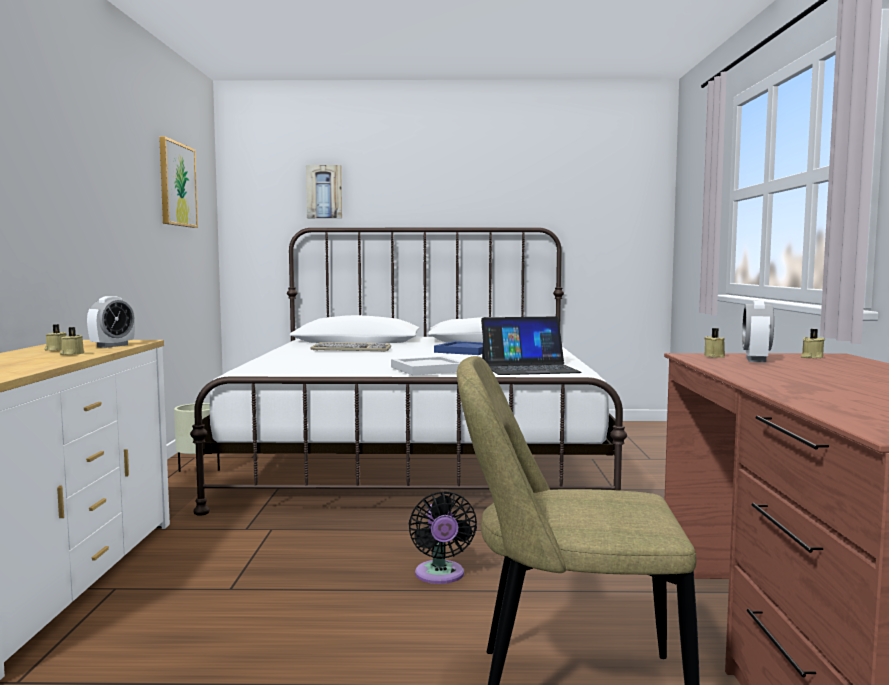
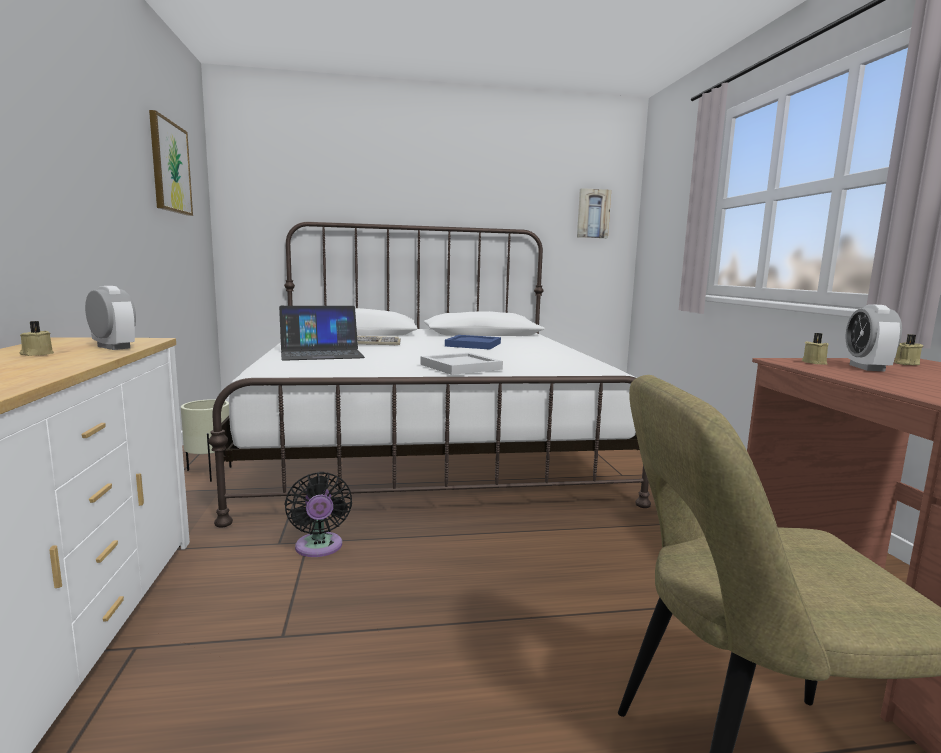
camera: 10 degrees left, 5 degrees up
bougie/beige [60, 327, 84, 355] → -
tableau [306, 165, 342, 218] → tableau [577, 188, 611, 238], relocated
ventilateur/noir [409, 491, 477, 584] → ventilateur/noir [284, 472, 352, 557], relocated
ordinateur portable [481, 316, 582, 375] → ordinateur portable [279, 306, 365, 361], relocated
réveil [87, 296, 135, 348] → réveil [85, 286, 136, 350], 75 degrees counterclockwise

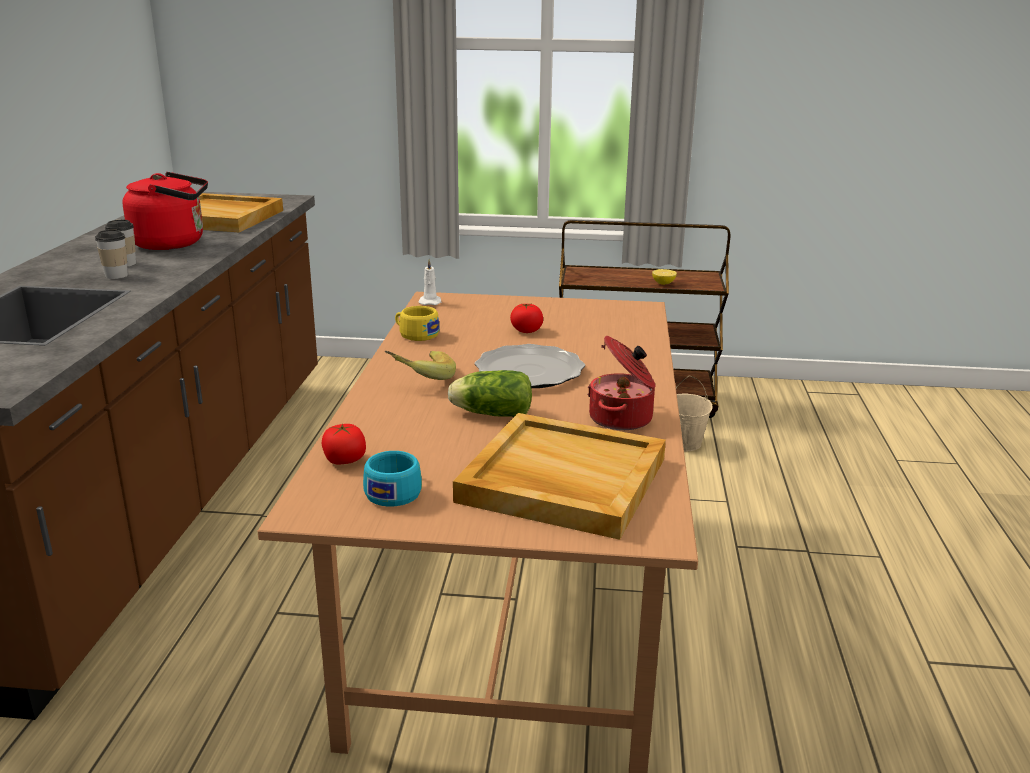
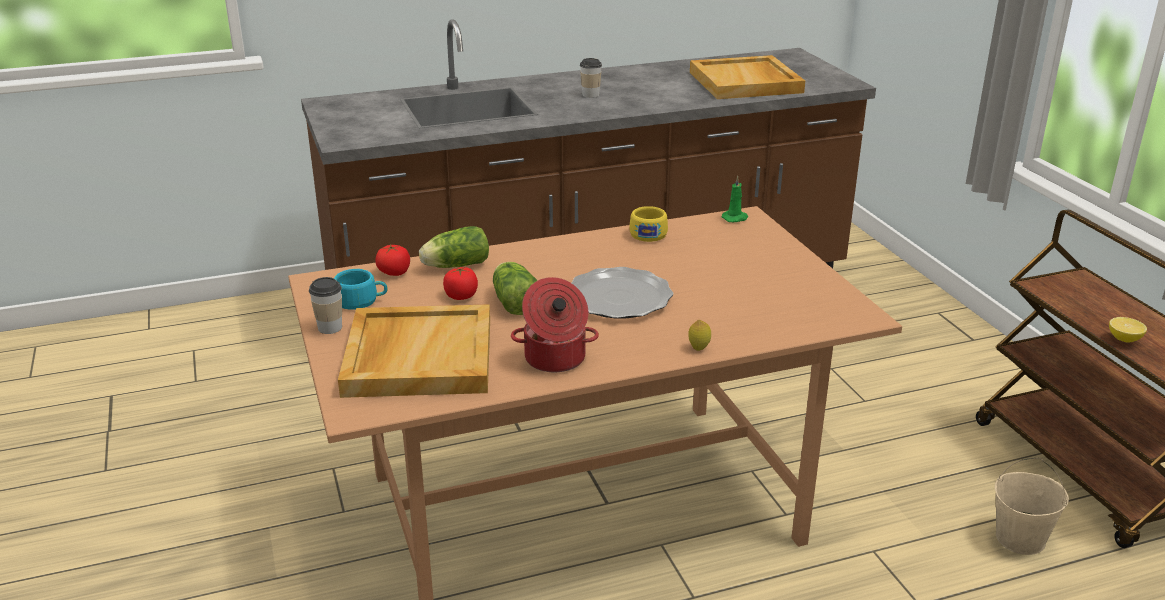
camera: 65 degrees right, 5 degrees up
bouilloire/rouge [123, 172, 208, 250] → -
banane [385, 351, 456, 380] → -
- → laitue [419, 226, 489, 268]
- → citron [688, 320, 711, 351]
tasse [95, 230, 128, 279] → tasse [309, 277, 342, 334], relocated
tomate [510, 303, 543, 333] → tomate [443, 267, 478, 300], relocated
bougie/blanc [419, 259, 441, 305] → bougie/vert [722, 176, 748, 222]

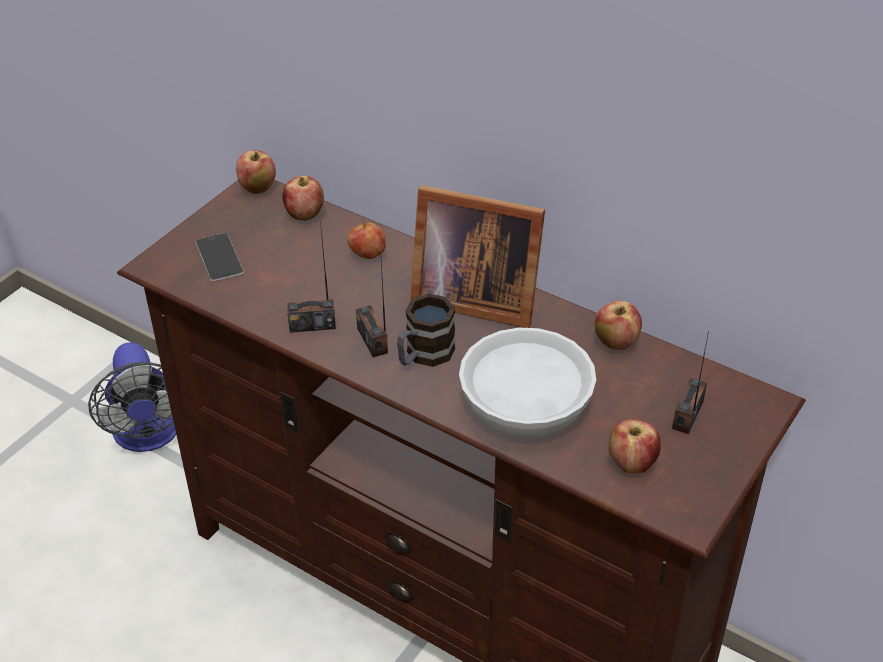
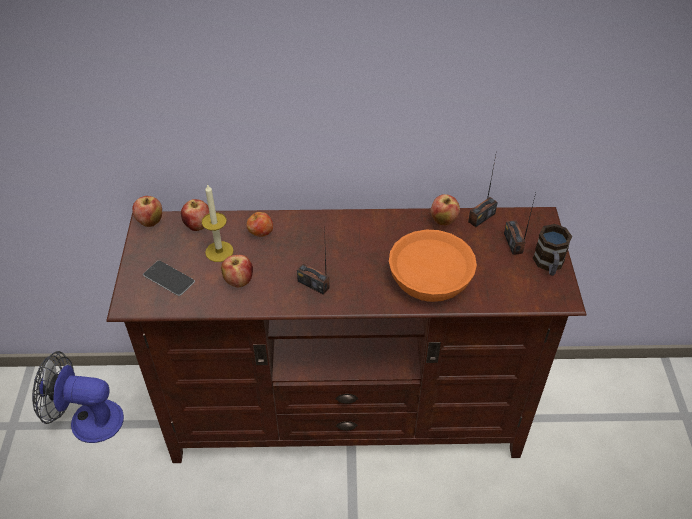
camera: 35 degrees left, 5 degrees up
cadre photo [410, 185, 545, 328] → -
- → bougie [202, 184, 234, 262]
radio [287, 222, 336, 333] → radio [468, 150, 498, 227], relocated
mug [397, 293, 455, 367] → mug [533, 224, 572, 276], relocated
pomme [609, 419, 661, 474] → pomme [221, 255, 253, 288], relocated
bol/blanc [459, 328, 596, 438] → bol/orange [389, 230, 477, 302]
ventilateur [88, 342, 176, 452] → ventilateur [32, 351, 124, 443], 150 degrees clockwise

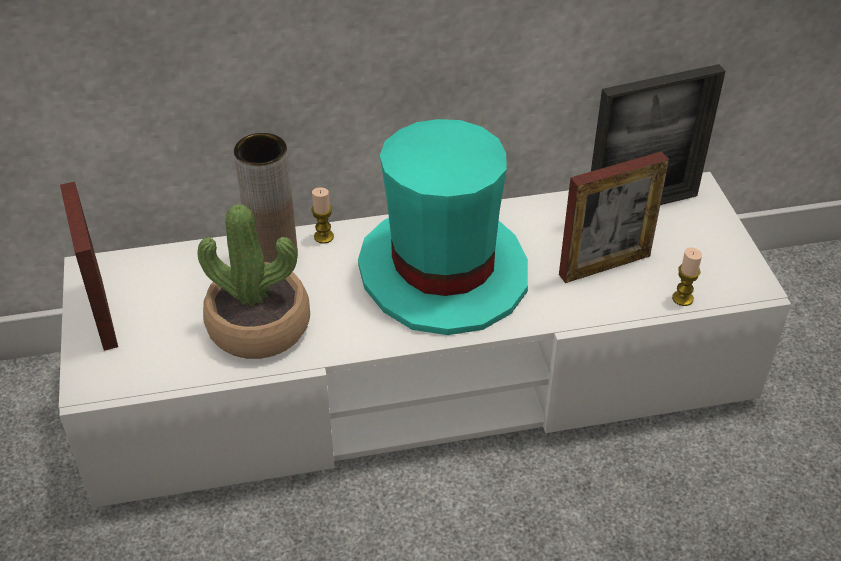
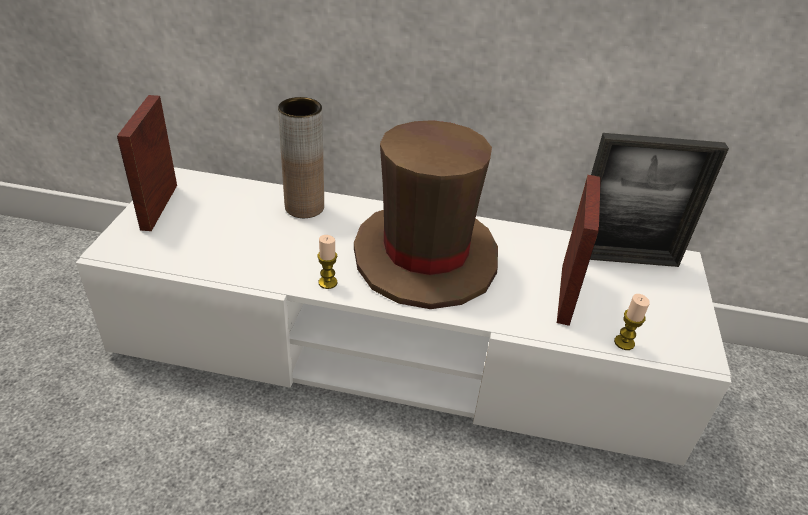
camera: 20 degrees right, 5 degrees down
plante en pot [197, 204, 310, 359] → -
bougie [311, 187, 334, 244] → bougie [317, 235, 337, 289], relocated
chapeau/turquoise [358, 119, 528, 335] → chapeau/marron [354, 120, 498, 309]
cadre photo [559, 151, 669, 283] → cadre photo [557, 175, 601, 326], 75 degrees counterclockwise

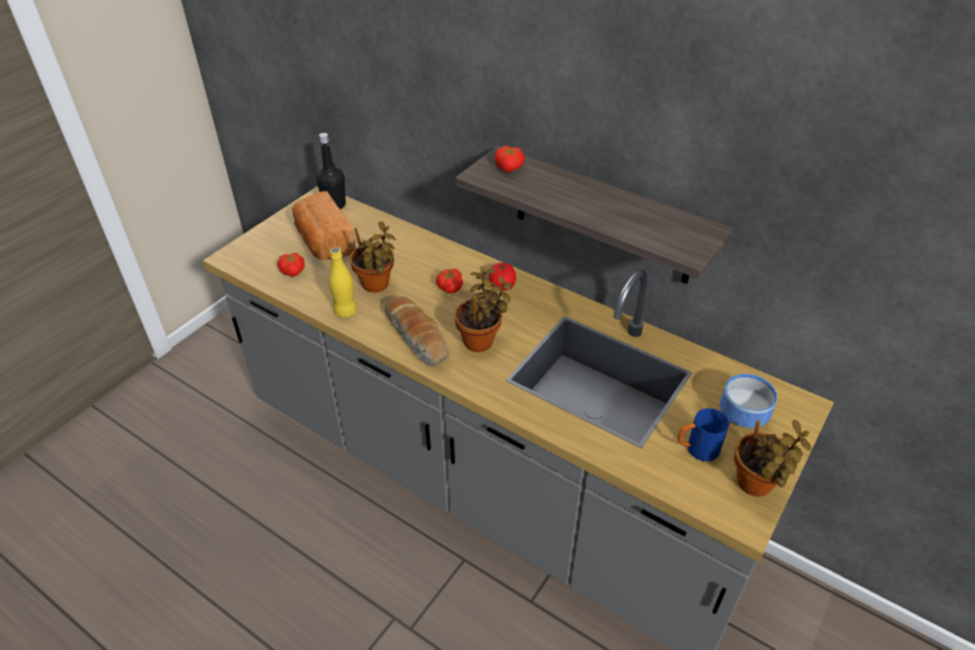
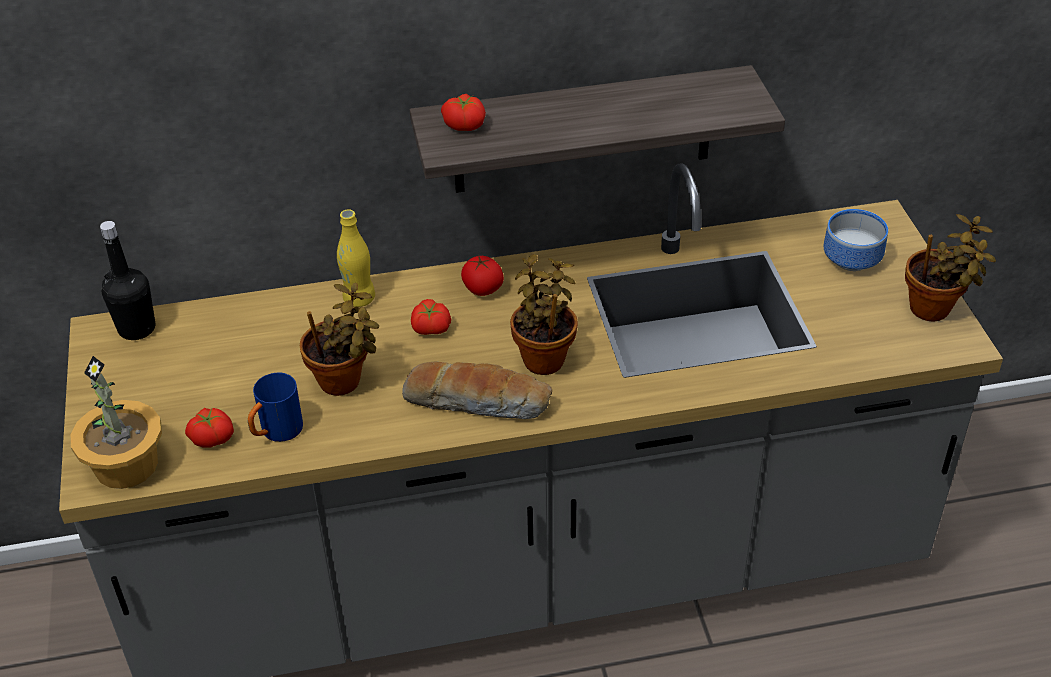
camera: 45 degrees left, 0 degrees up
pain [292, 191, 356, 260] → -
- → plante en pot [71, 356, 162, 489]
bouteille/jaune [329, 247, 357, 318] → bouteille/jaune [337, 209, 375, 307], relocated
mug/bleu [678, 408, 730, 462] → mug/bleu [248, 372, 303, 442], relocated

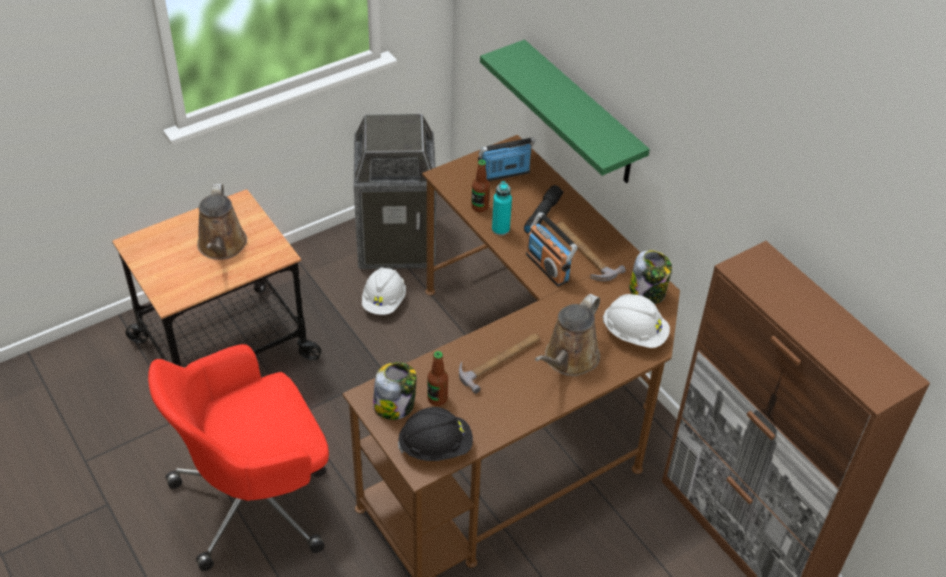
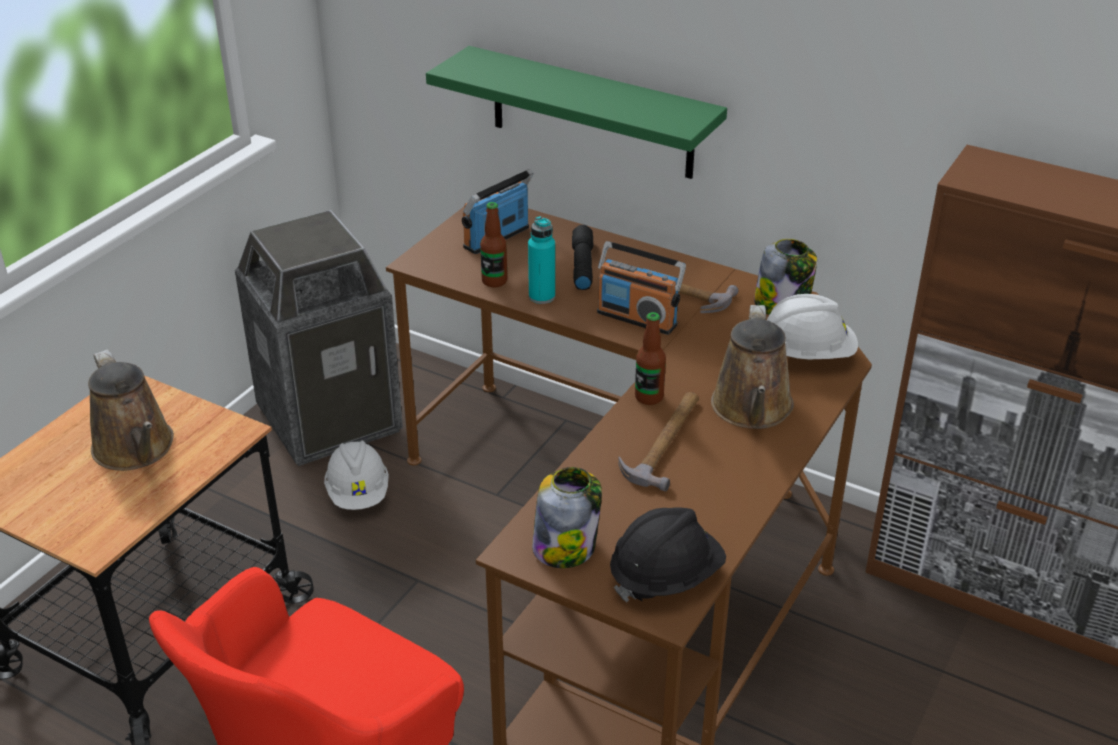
camera: 25 degrees left, 10 degrees down
bouteille [428, 351, 448, 406] → bouteille [635, 312, 666, 405], relocated

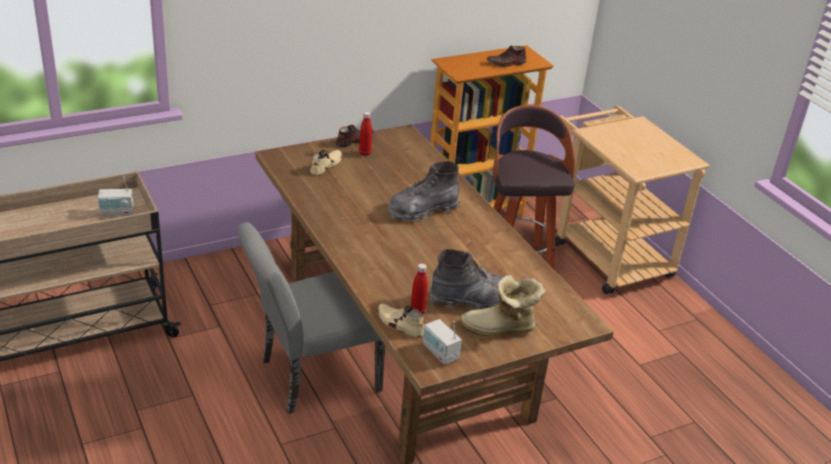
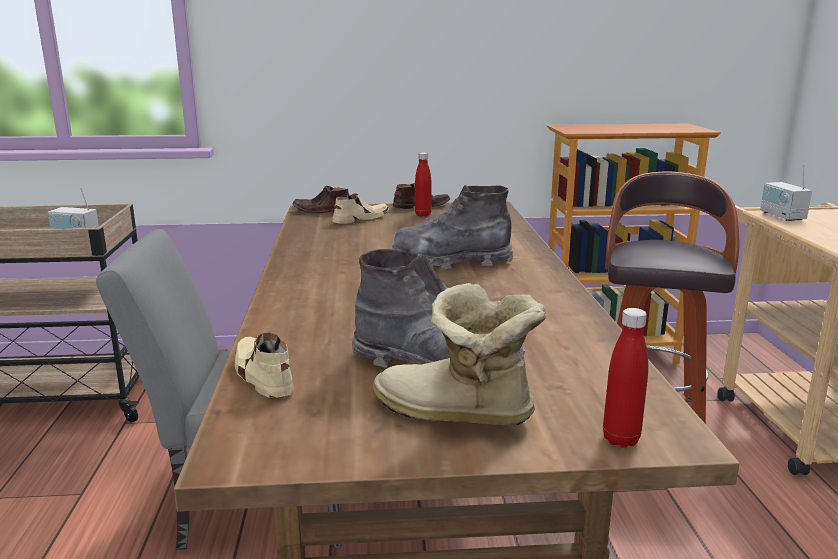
camera: 25 degrees right, 15 degrees down
bouteille/rouge [411, 263, 428, 314] → bouteille/rouge [603, 308, 648, 447], relocated
radio [423, 319, 462, 365] → radio [760, 165, 812, 221], relocated
chaussure/marron [486, 46, 526, 67] → chaussure/marron [292, 186, 350, 214], relocated

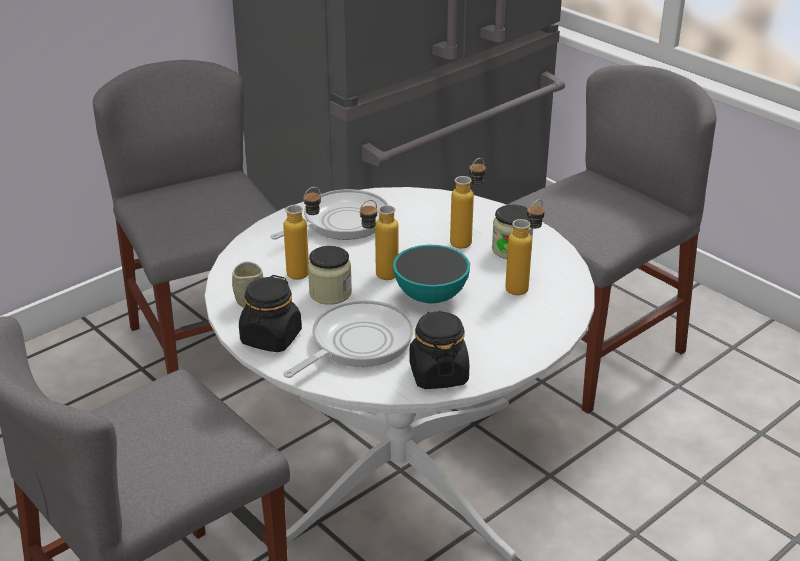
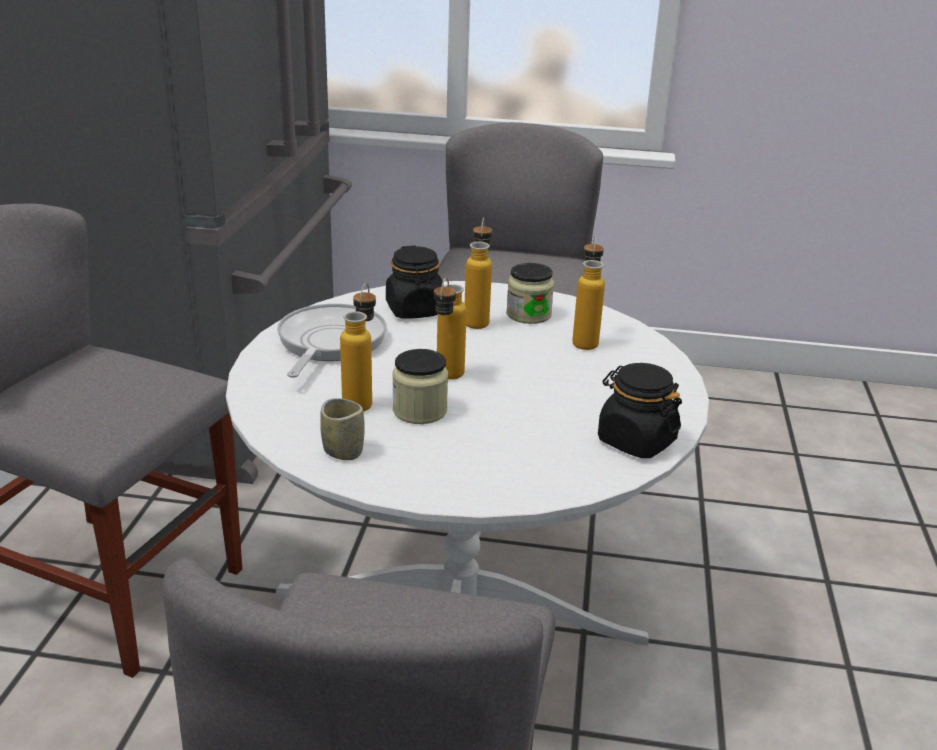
camera: 40 degrees left, 5 degrees down
poêle [283, 300, 414, 378] → -
bol [393, 245, 470, 303] → -
bocal/noir [239, 275, 302, 352] → bocal/noir [386, 246, 444, 319], relocated

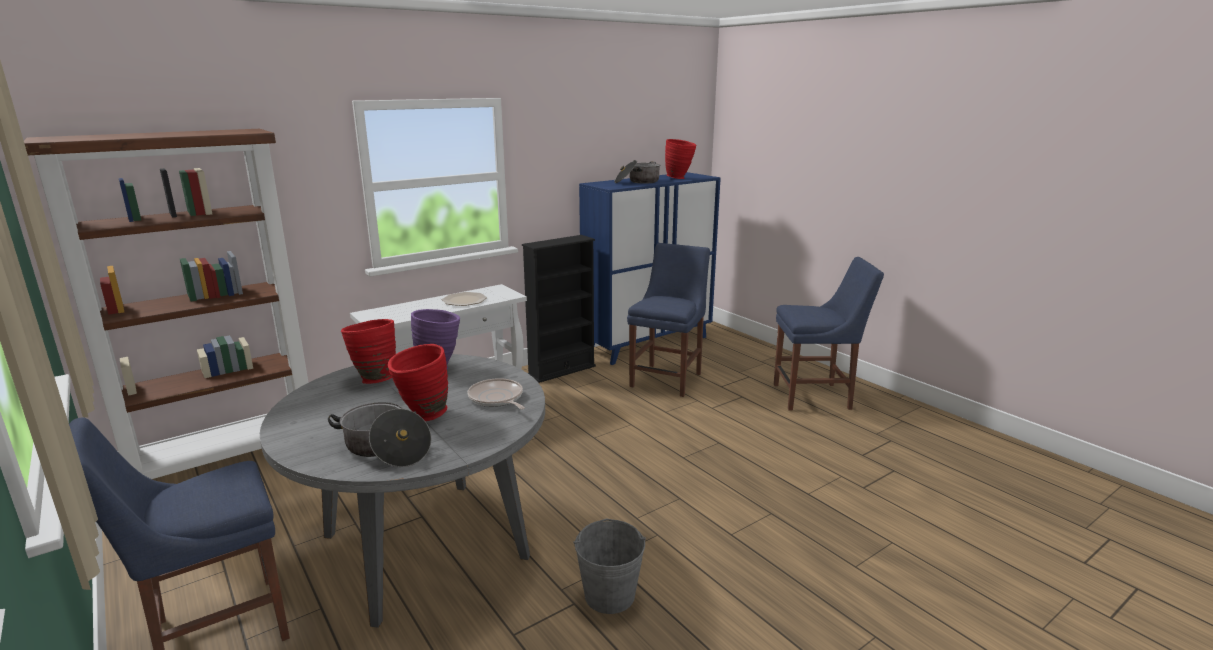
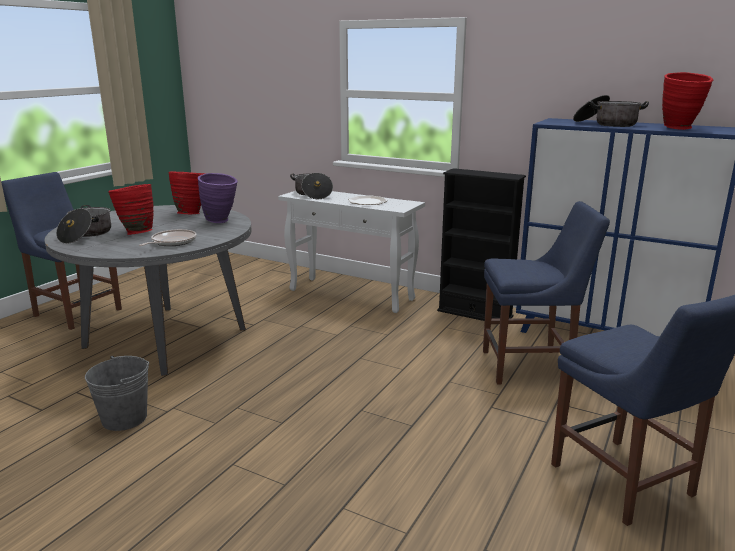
camera: 65 degrees right, 0 degrees up
bibliothèque/marron [24, 129, 308, 479] → -
- → marmite [290, 173, 333, 199]

